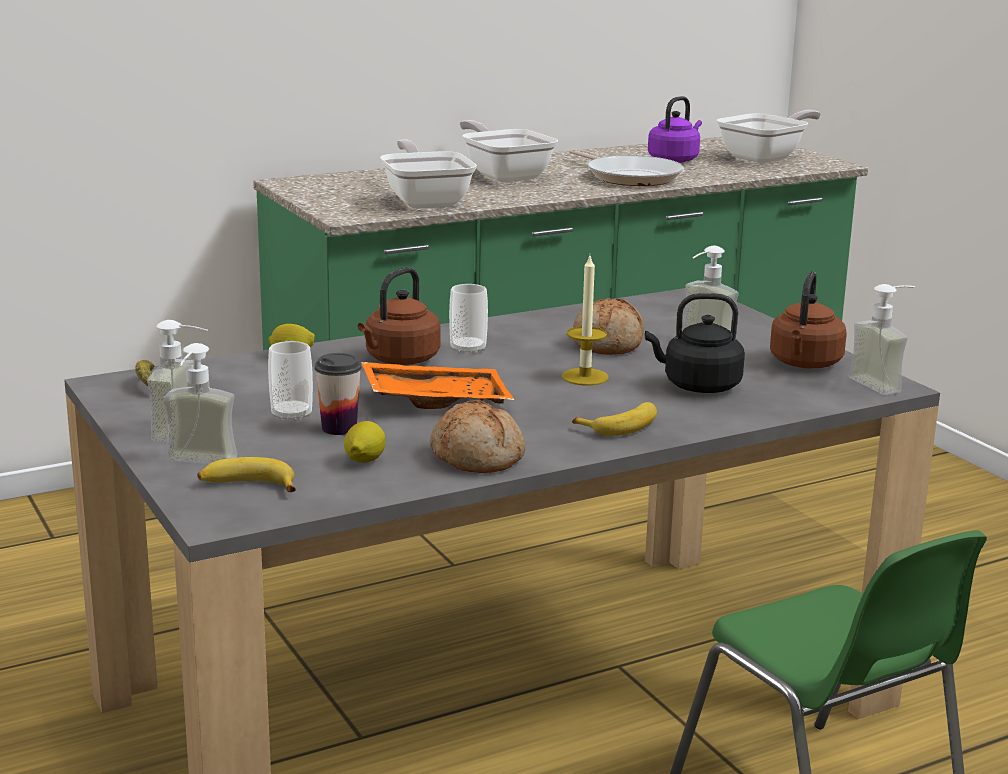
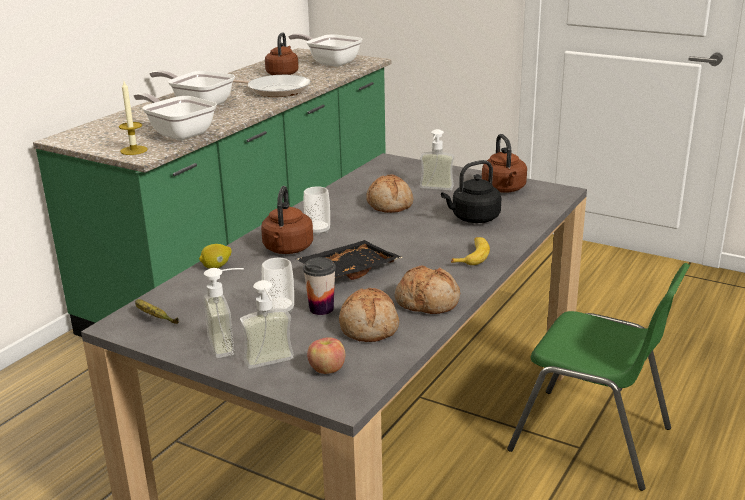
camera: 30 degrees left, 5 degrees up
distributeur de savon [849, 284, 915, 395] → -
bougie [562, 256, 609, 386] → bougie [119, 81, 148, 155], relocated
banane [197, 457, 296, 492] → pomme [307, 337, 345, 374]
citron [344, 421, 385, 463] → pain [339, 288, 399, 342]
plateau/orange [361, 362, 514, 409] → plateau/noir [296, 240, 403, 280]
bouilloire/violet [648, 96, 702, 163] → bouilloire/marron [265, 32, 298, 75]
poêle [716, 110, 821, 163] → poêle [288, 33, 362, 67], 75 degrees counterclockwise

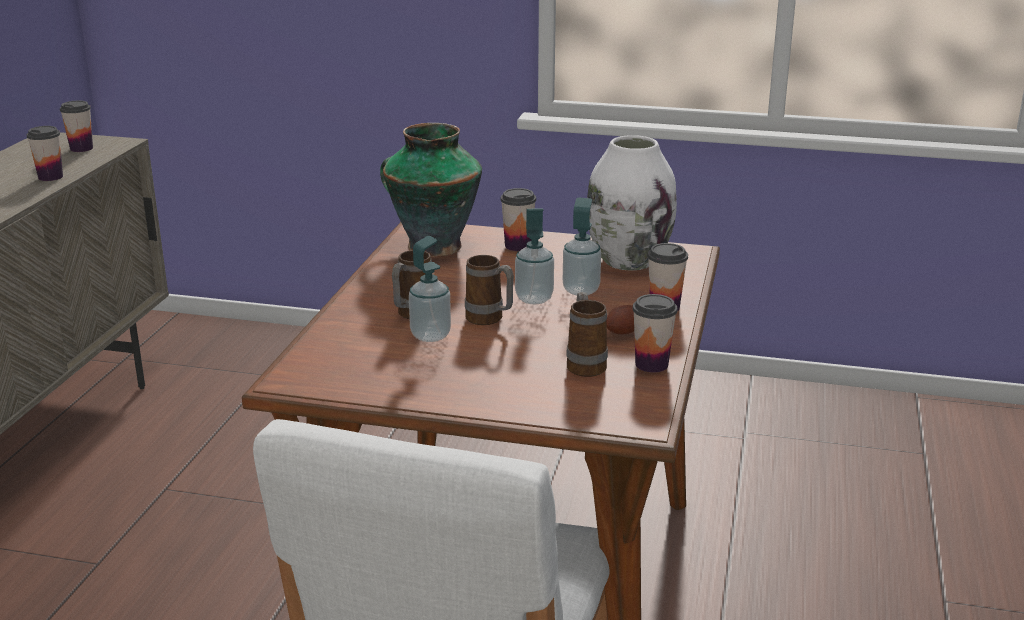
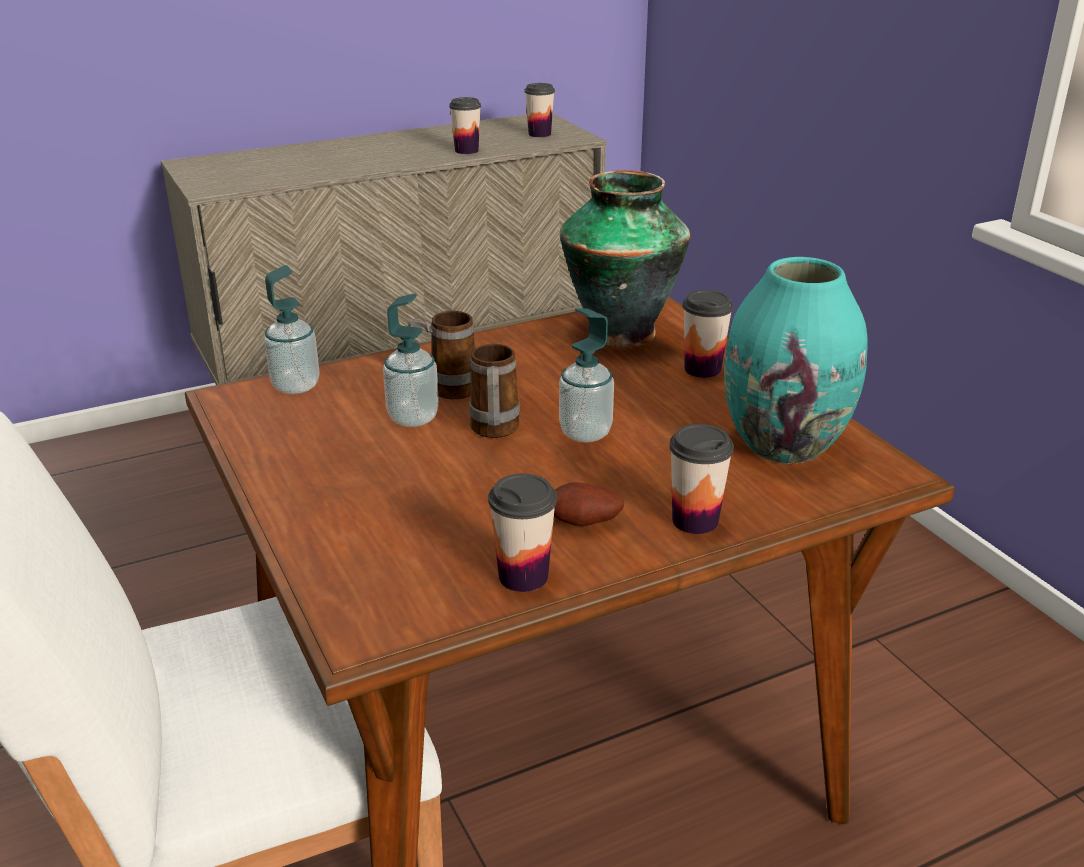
camera: 50 degrees right, 5 degrees up
mug [566, 292, 608, 377] → -
distributeur de savon [563, 198, 601, 295] → distributeur de savon [264, 265, 320, 394], relocated
vase/blanc [587, 135, 677, 271] → vase/turquoise [724, 257, 868, 464]

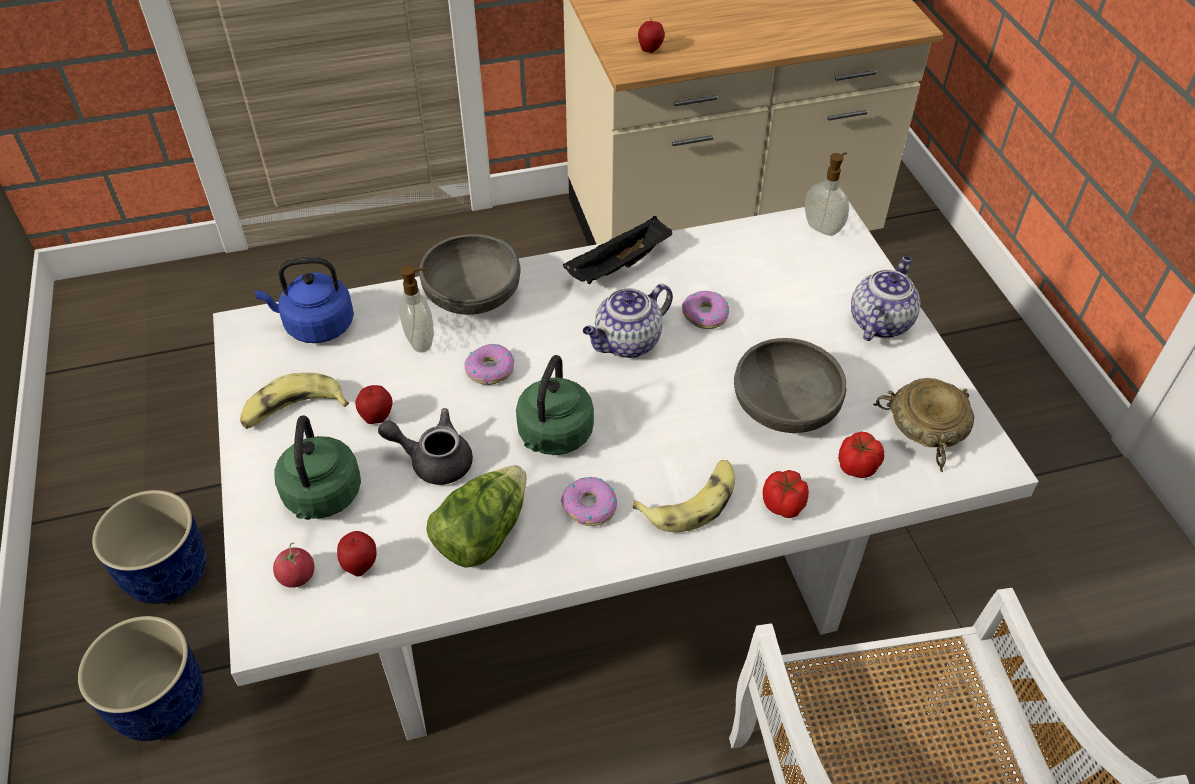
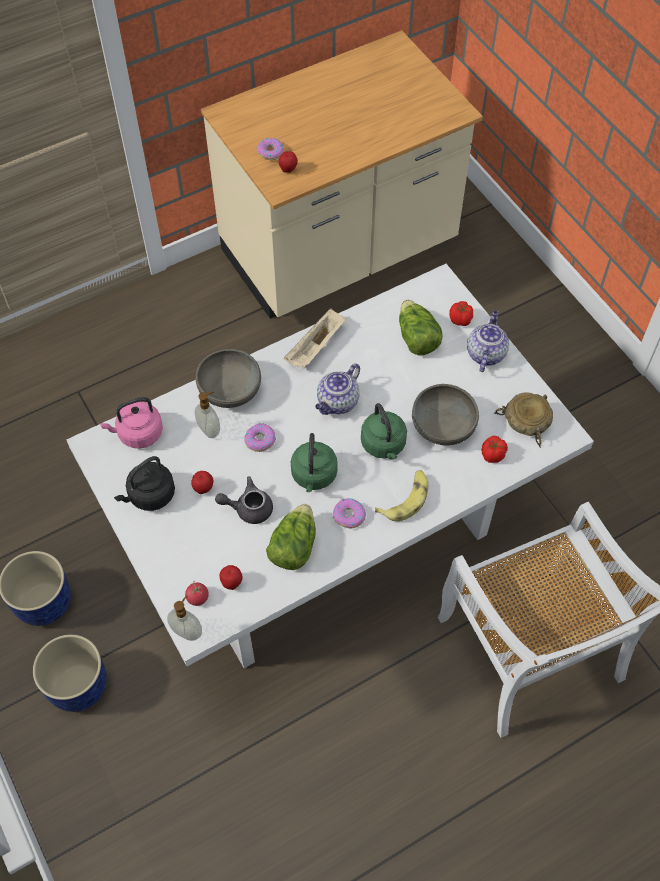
camera: 15 degrees left, 10 degrees up
- → laitue [399, 299, 443, 355]
bouilloire/vert [274, 415, 361, 520] → bouilloire/vert [361, 403, 407, 460], relocated
beignet [682, 291, 729, 329] → beignet [257, 138, 284, 160], relocated
tomate [763, 470, 809, 518] → tomate [449, 301, 473, 326], relocated
distributeur de savon [805, 152, 849, 236] → distributeur de savon [167, 596, 202, 641], relocated
banane [240, 373, 349, 429] → bouilloire/noir [114, 456, 175, 511]
bouilloire/bleu [255, 257, 354, 343] → bouilloire/rose [100, 397, 163, 449]
plateau/noir [563, 216, 672, 284] → plateau/beige [284, 308, 345, 369]

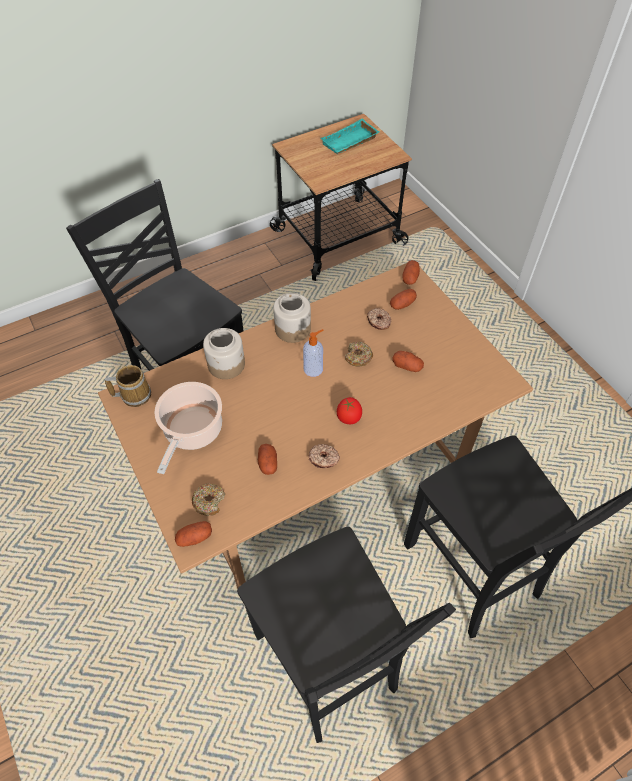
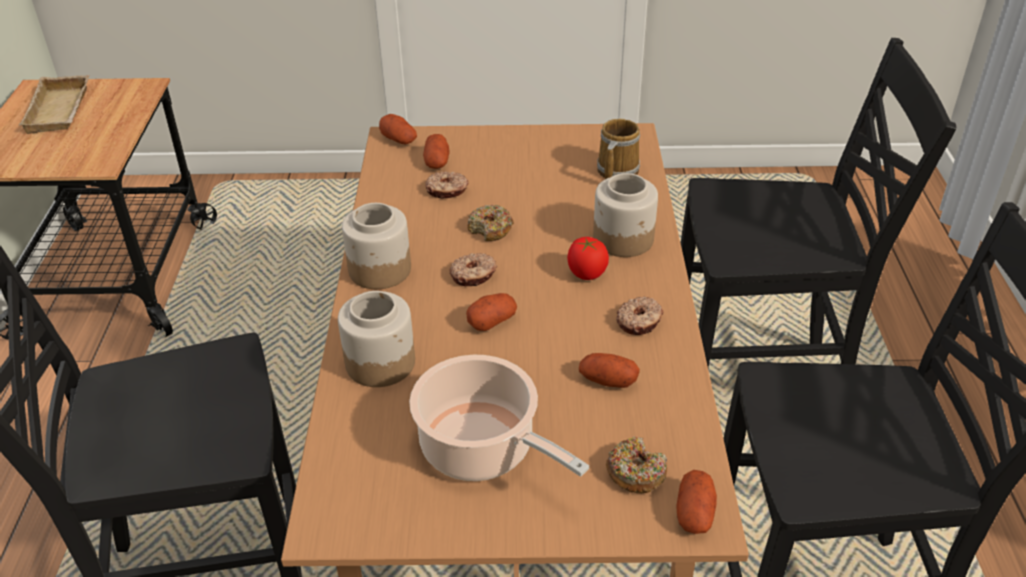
camera: 60 degrees left, 15 degrees down
- → bocal [593, 173, 658, 257]
mug [105, 365, 151, 407] → mug [597, 119, 640, 179], relocated
pomme de terre [392, 351, 424, 372] → pomme de terre [466, 293, 517, 331], relocated
distributeur de savon [303, 329, 324, 377] → beignet [450, 253, 497, 286]
plateau/turquoise [321, 118, 379, 154] → plateau/beige [19, 75, 89, 134]

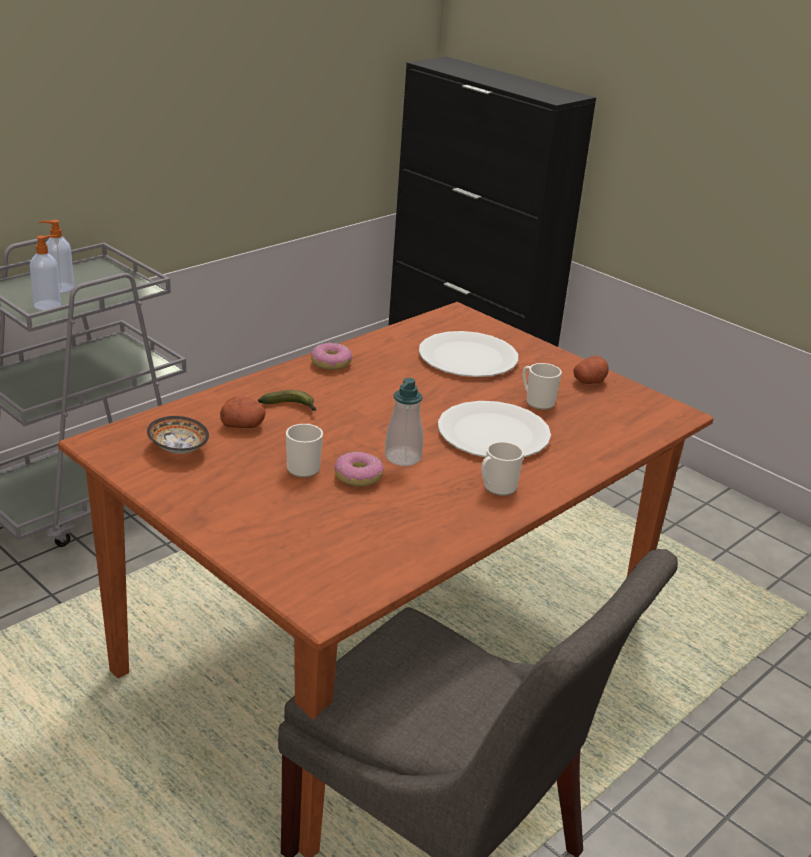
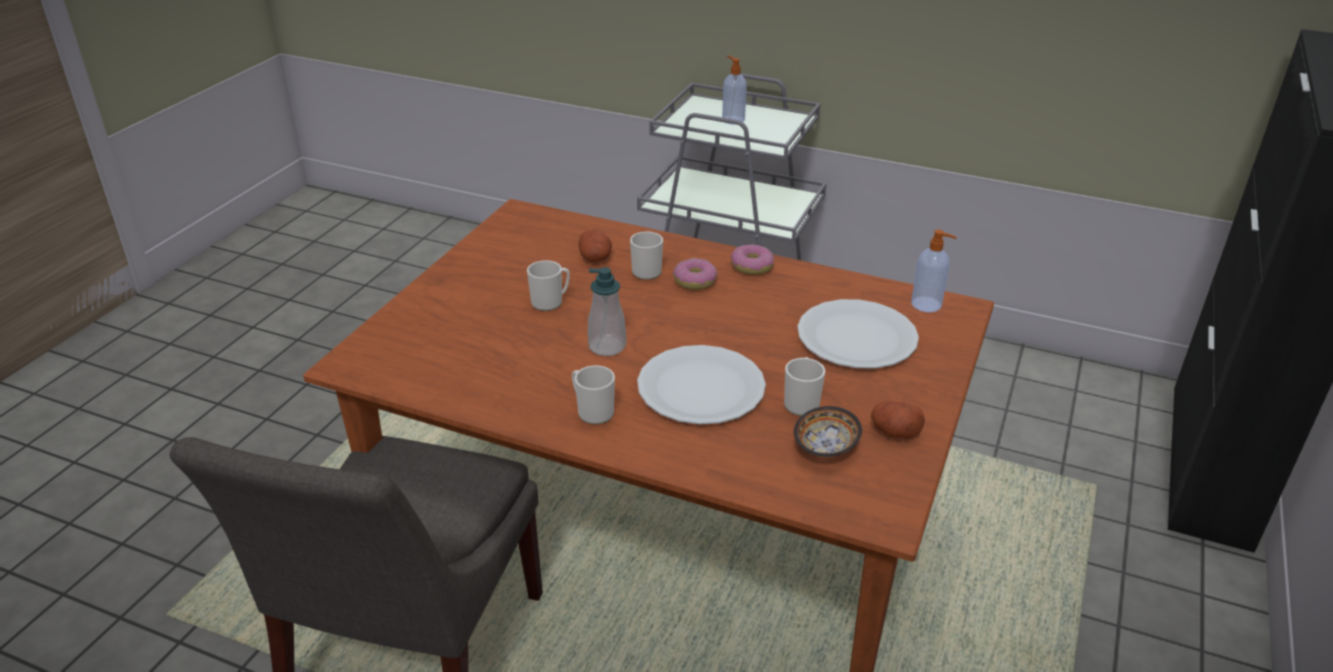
camera: 70 degrees right, 5 degrees up
distributeur de savon [30, 235, 61, 310] → distributeur de savon [911, 229, 957, 312], relocated
bol [147, 416, 209, 454] → bol [794, 406, 862, 457], relocated
beignet [335, 451, 384, 487] → beignet [673, 258, 717, 290], relocated
banane [258, 390, 316, 411] → mug [630, 231, 663, 280]

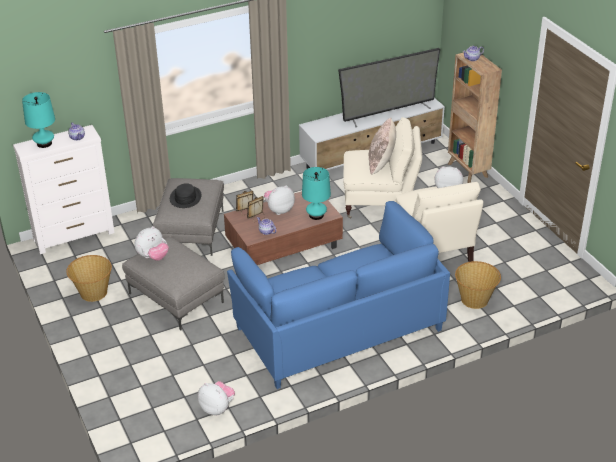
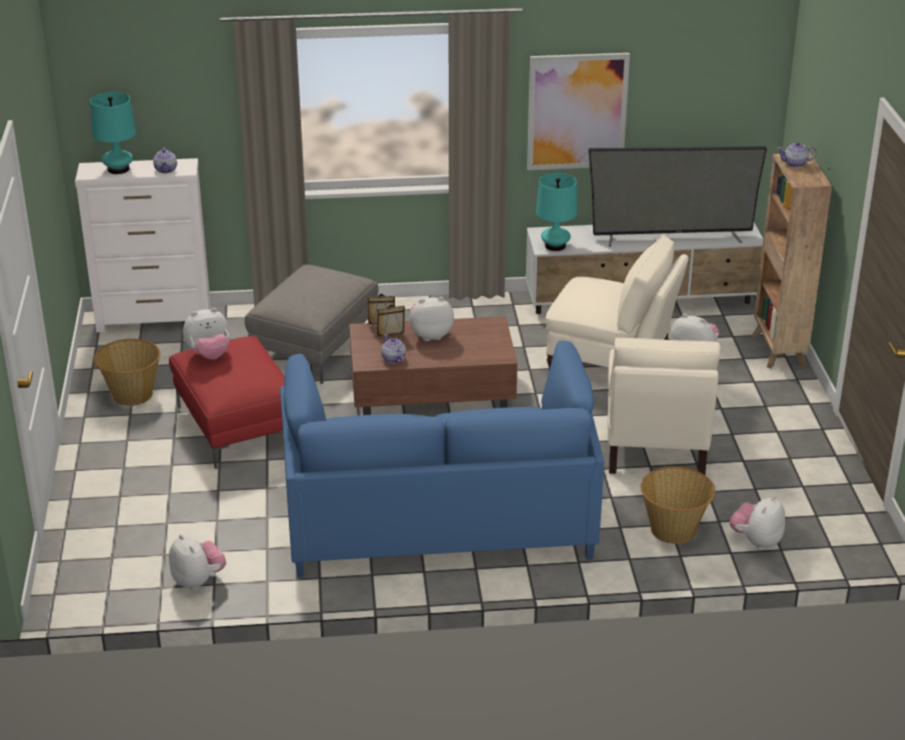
camera: 20 degrees right, 5 degrees down
chapeau/noir [170, 183, 201, 208] → -
coussin/beige [369, 118, 396, 175] → -
- → tableau [527, 53, 630, 170]
- → peluche [730, 496, 785, 550]
lampe de table/turquoise [302, 167, 331, 220] → lampe de table/turquoise [536, 173, 577, 251], relocated
pouf/gris [122, 236, 225, 331] → pouf/rouge [169, 336, 284, 469]

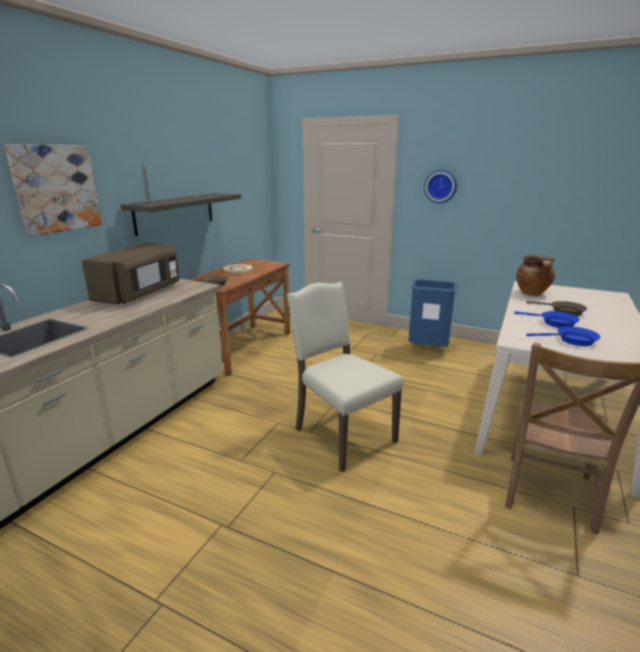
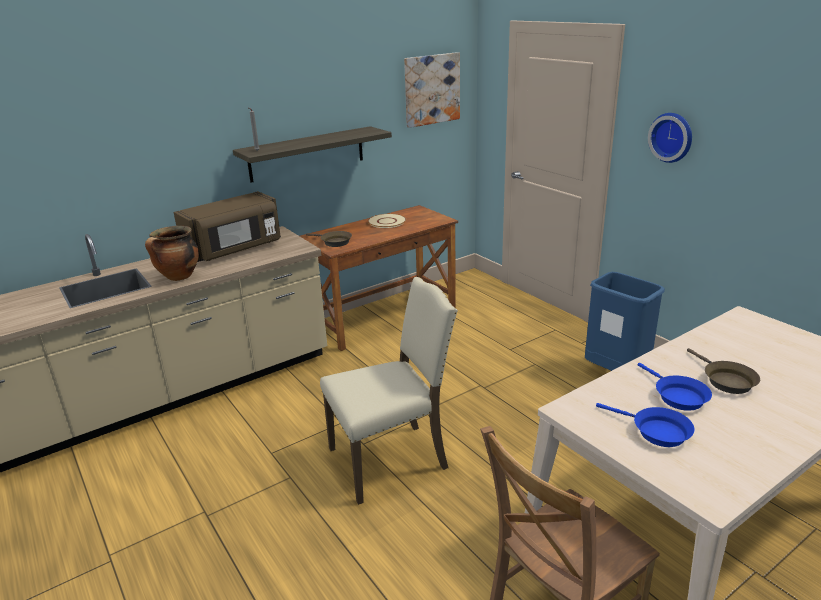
camera: 30 degrees right, 5 degrees up
tableau [4, 144, 102, 237] → tableau [404, 52, 460, 128], relocated
marmite [516, 255, 555, 296] → marmite [145, 226, 199, 281], relocated
chaise/beige [287, 282, 404, 472] → chaise/beige [320, 277, 458, 505], 75 degrees clockwise

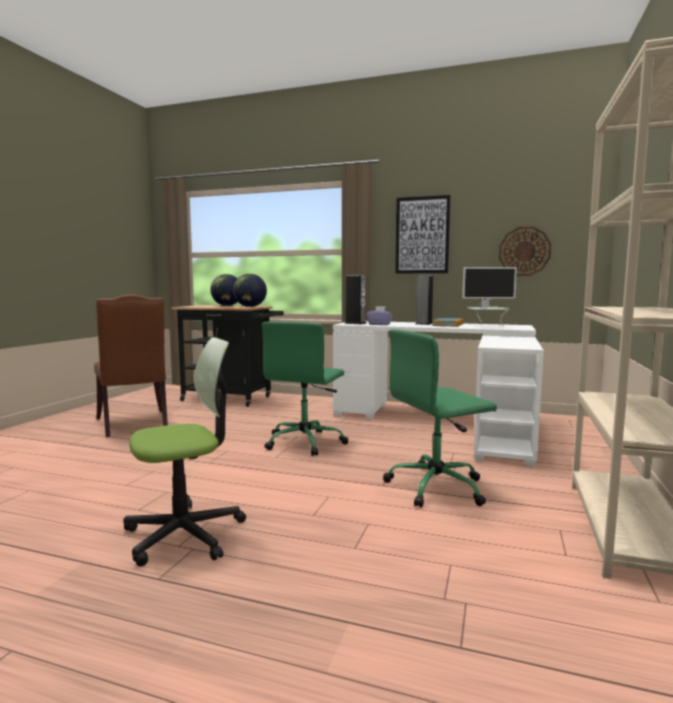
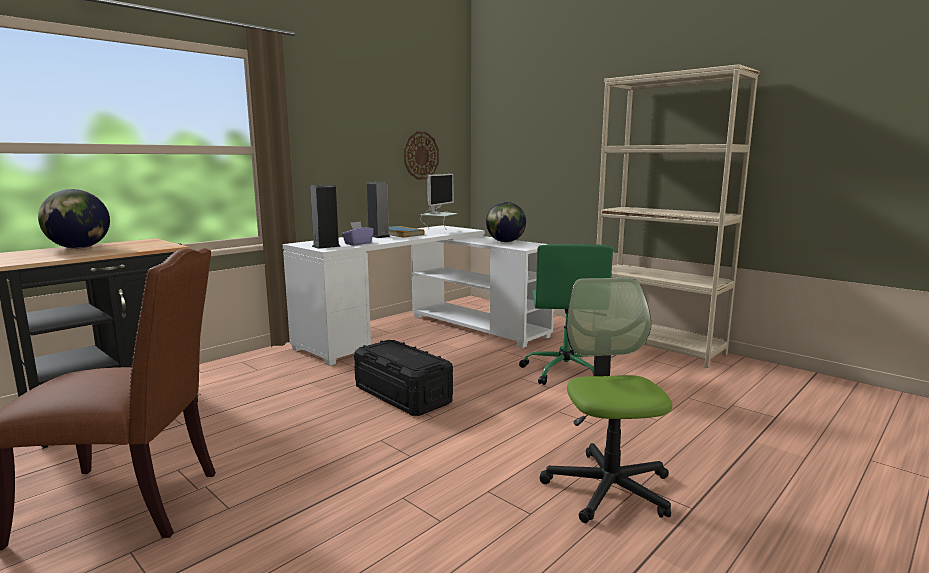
camera: 65 degrees left, 5 degrees up
tableau [395, 195, 451, 274] → -
globe [233, 274, 267, 307] → globe [486, 202, 526, 242], relocated
chaise de bureau/vert [262, 321, 349, 456] → boîte de rangement/noir [354, 340, 453, 416]

